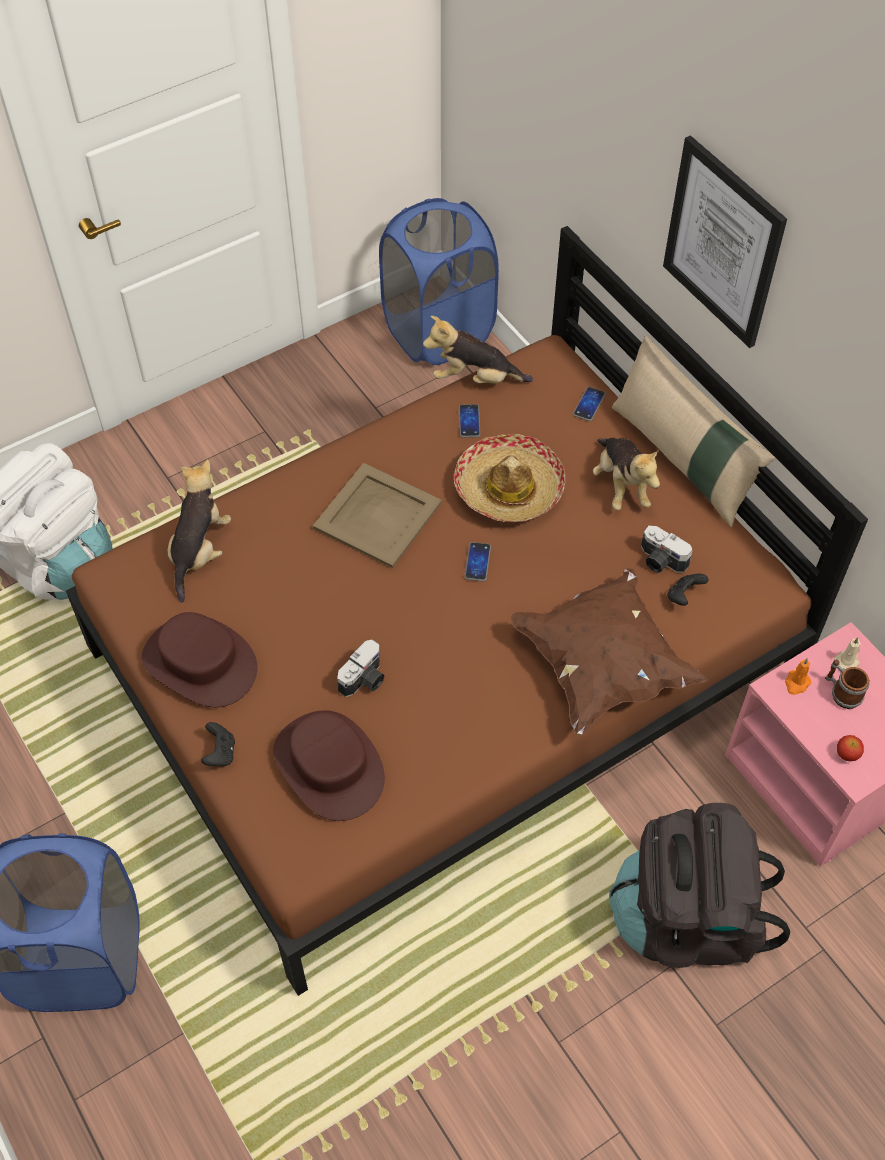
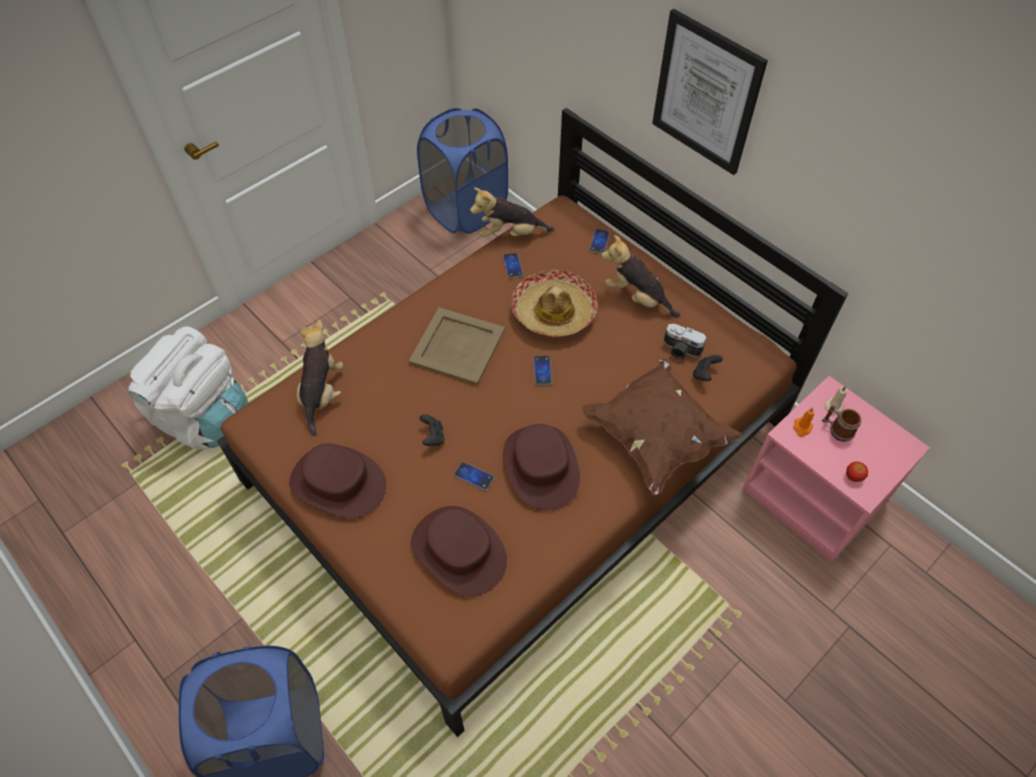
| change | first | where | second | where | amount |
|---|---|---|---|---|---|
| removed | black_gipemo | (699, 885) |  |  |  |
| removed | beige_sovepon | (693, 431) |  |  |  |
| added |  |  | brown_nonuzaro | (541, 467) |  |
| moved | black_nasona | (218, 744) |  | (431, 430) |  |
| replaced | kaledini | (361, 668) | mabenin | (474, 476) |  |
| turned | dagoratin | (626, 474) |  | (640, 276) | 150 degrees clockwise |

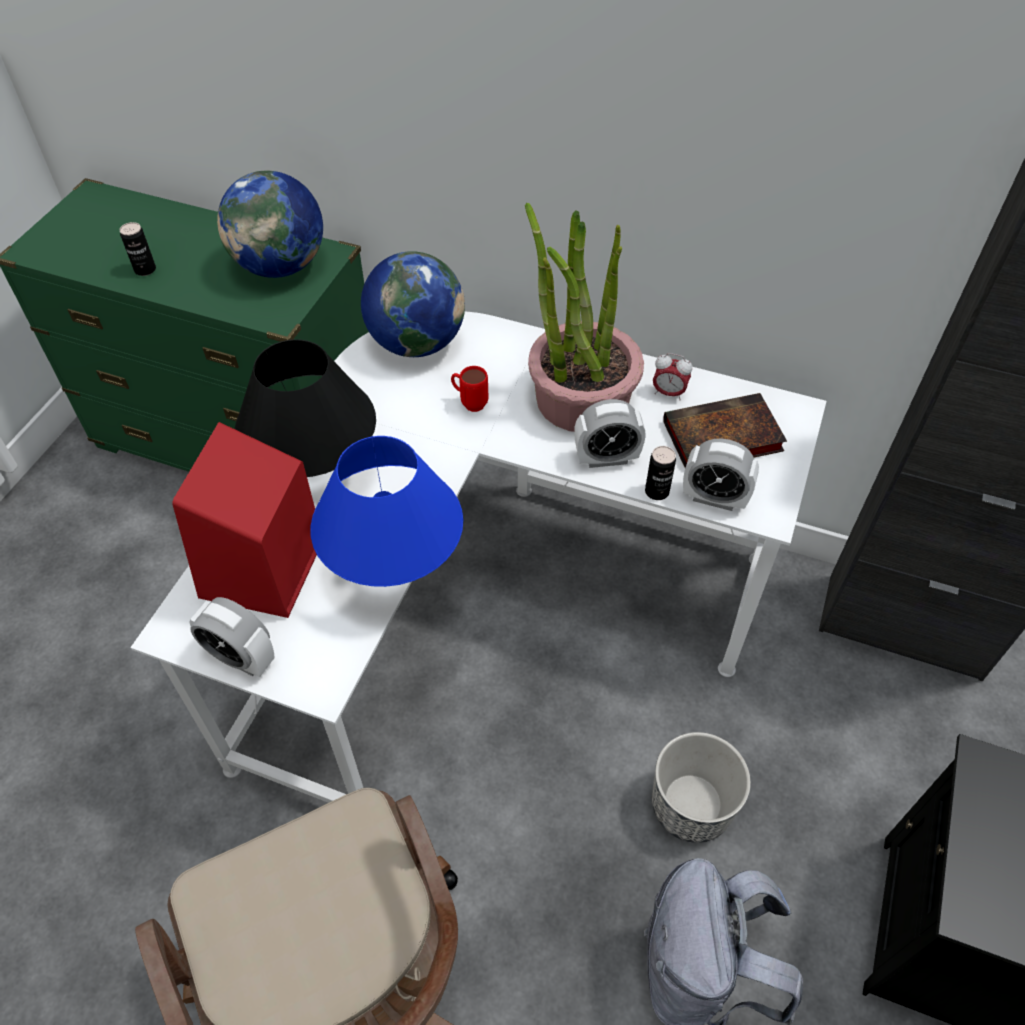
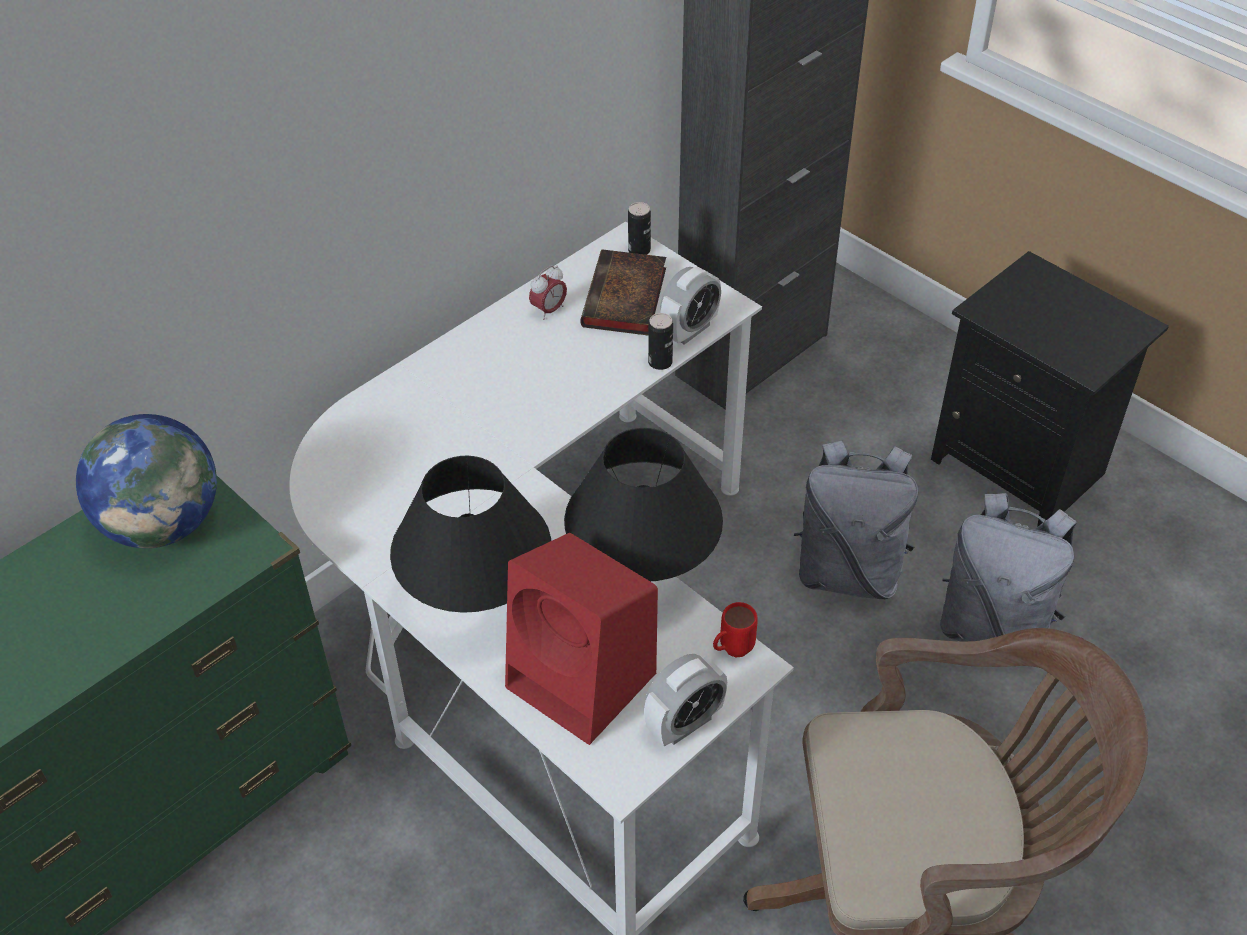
| change | first | where | second | where | amount |
|---|---|---|---|---|---|
| removed | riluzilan | (413, 304) |  |  |  |
| removed | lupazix | (584, 317) |  |  |  |
| removed | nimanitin | (610, 433) |  |  |  |
| moved | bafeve | (138, 249) |  | (639, 228) |  |
| moved | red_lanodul | (469, 389) |  | (735, 629) |  |
| replaced | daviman | (701, 787) | grey_gipemo | (856, 519) |  |
| recoloured | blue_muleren | (386, 511) | black_muleren | (643, 504) |  |

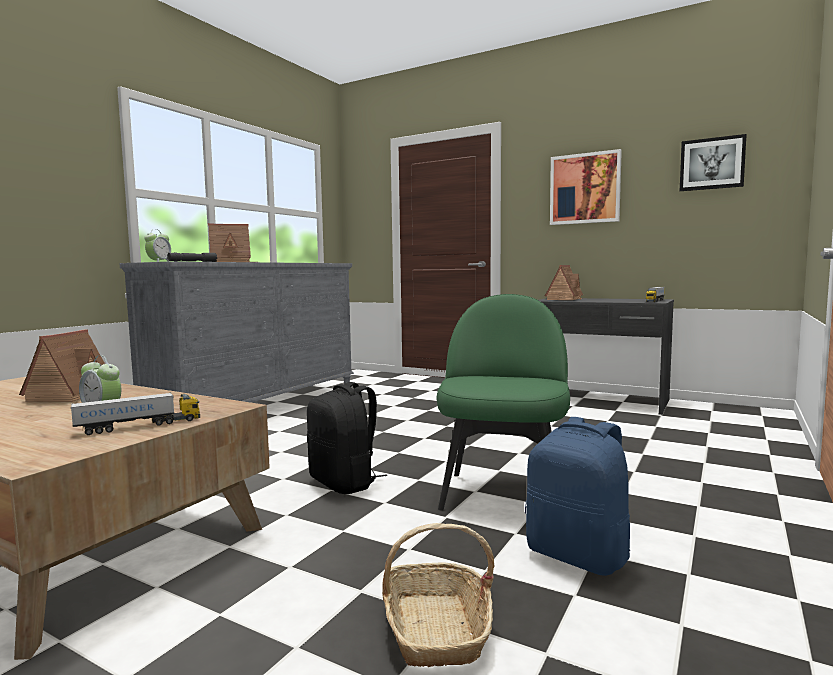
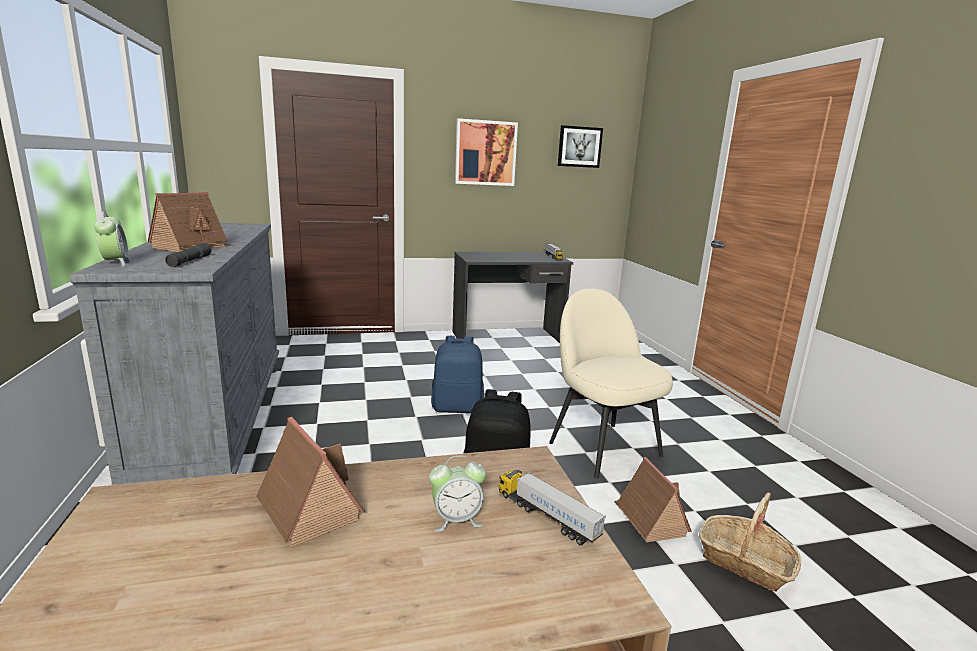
| change | first | where | second | where | amount |
|---|---|---|---|---|---|
| moved | blue_gipemo | (577, 496) |  | (457, 374) |  |
| moved | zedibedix | (564, 282) |  | (653, 500) |  |
| recoloured | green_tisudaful | (503, 402) | beige_tisudaful | (611, 383) |  |
| turned | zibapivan | (135, 414) |  | (552, 508) | 60 degrees counterclockwise |

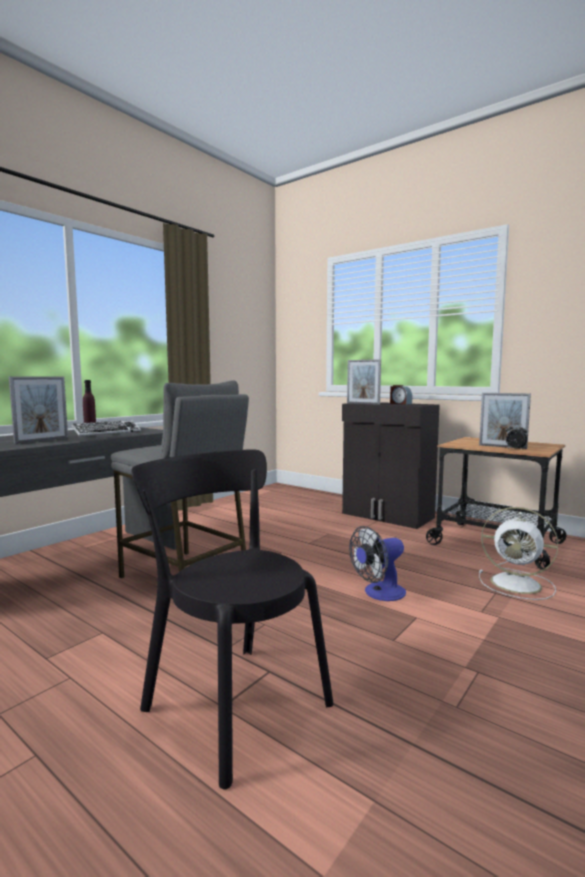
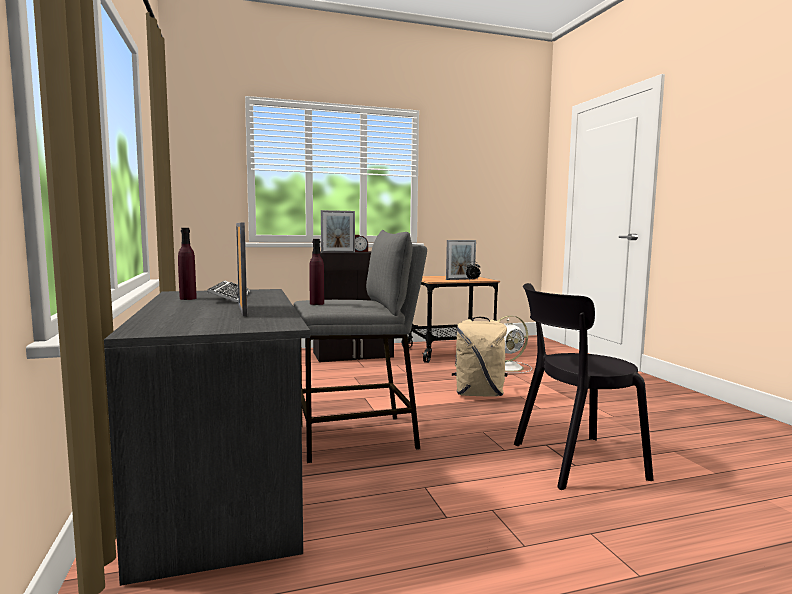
| change | first | where | second | where | amount |
|---|---|---|---|---|---|
| added |  |  | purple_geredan | (316, 272) |  |
| replaced | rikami | (377, 563) | beige_gipemo | (480, 356) |  |

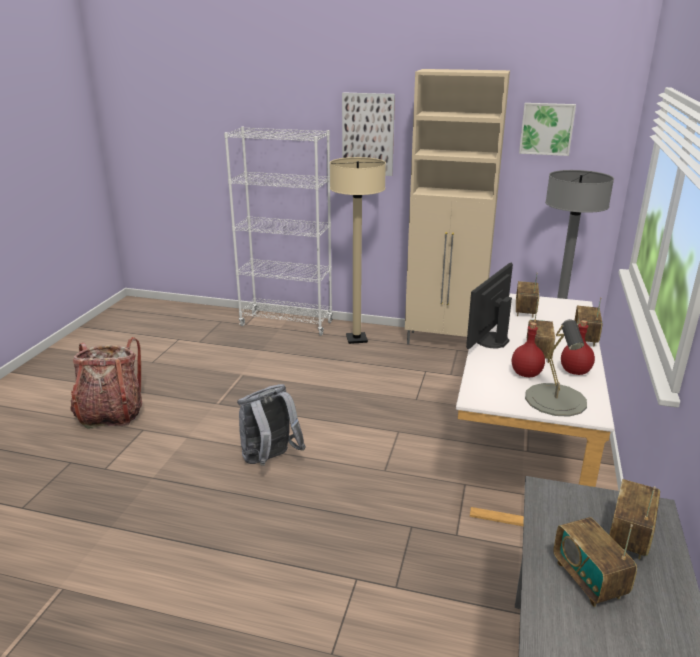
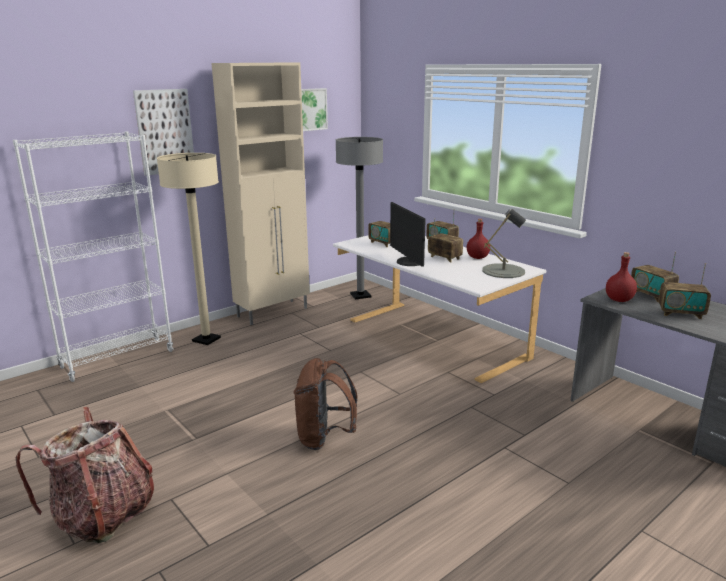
| change | first | where | second | where | amount |
|---|---|---|---|---|---|
| moved | red_geredan | (528, 349) |  | (621, 277) |  |
| recoloured | grey_gipemo | (271, 425) | brown_gipemo | (325, 404) |  |

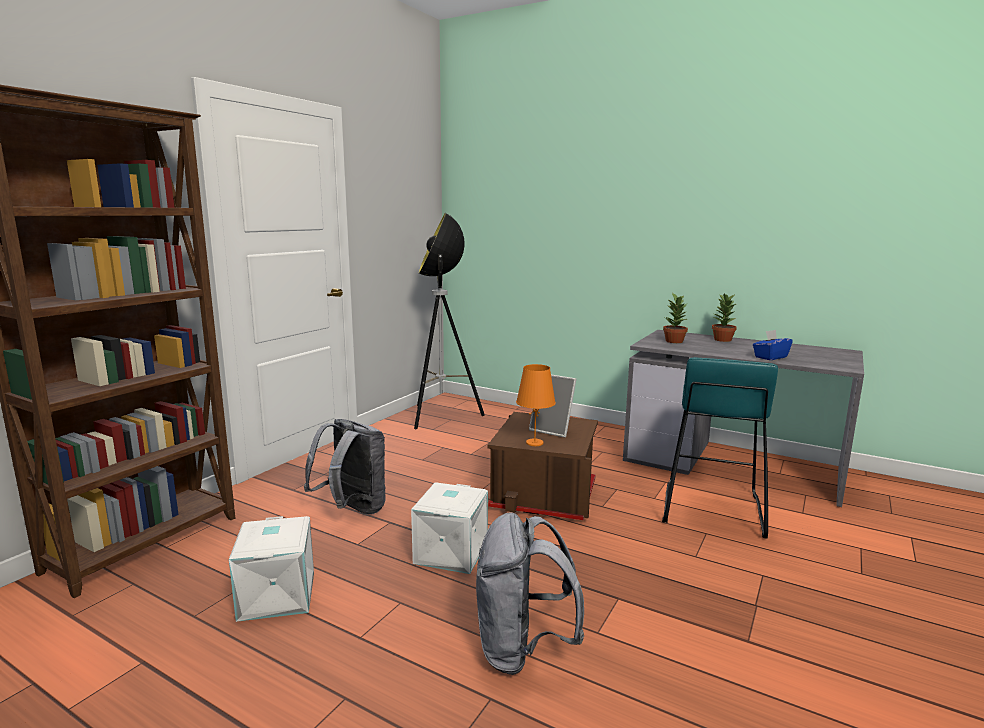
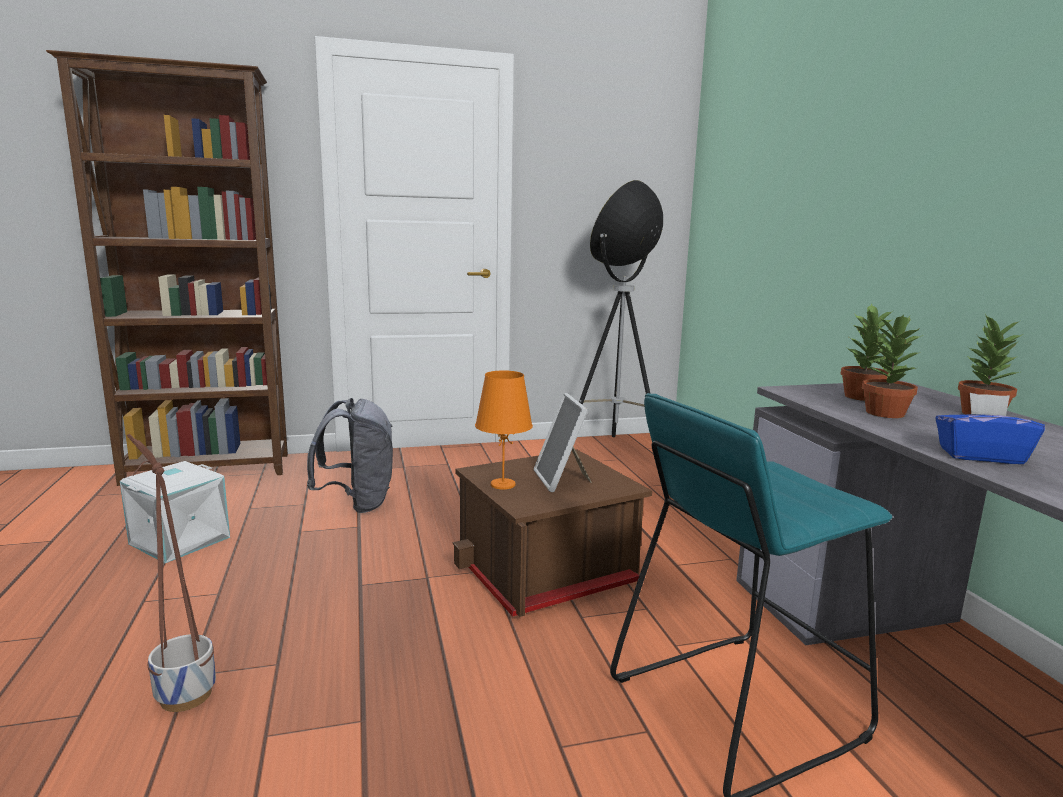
| change | first | where | second | where | amount |
|---|---|---|---|---|---|
| removed | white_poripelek | (449, 528) |  |  |  |
| added |  |  | lupazix | (892, 366) |  |
| replaced | grey_gipemo | (530, 594) | daviman | (171, 573) |  |

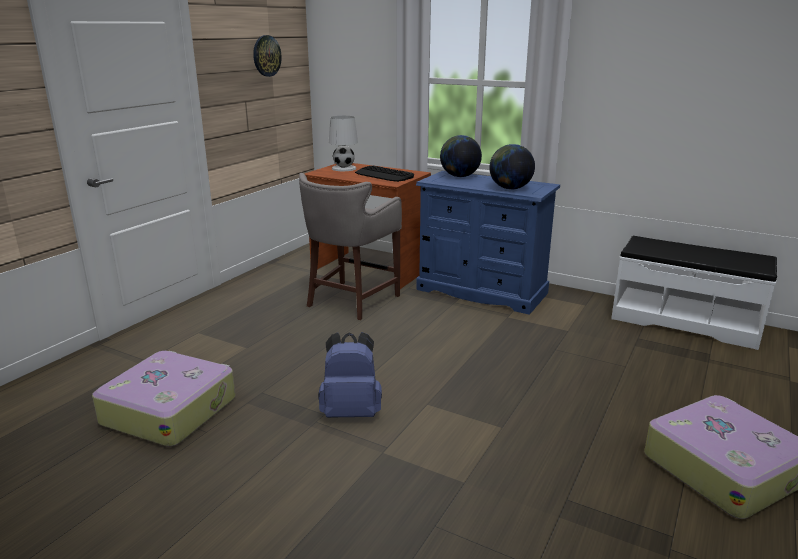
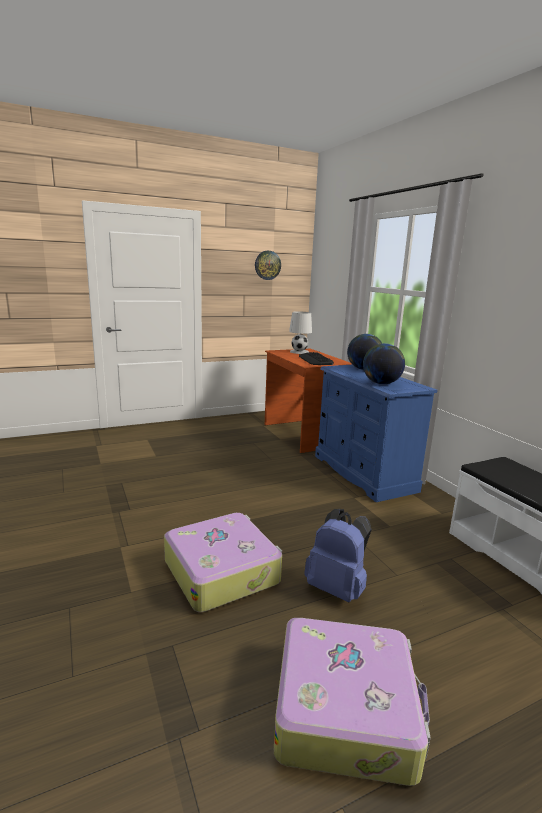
| change | first | where | second | where | amount |
|---|---|---|---|---|---|
| removed | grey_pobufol | (350, 246) |  |  |  |
| moved | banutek | (164, 399) |  | (223, 562) |  |
| moved | blue_gipemo | (350, 375) |  | (338, 555) |  |

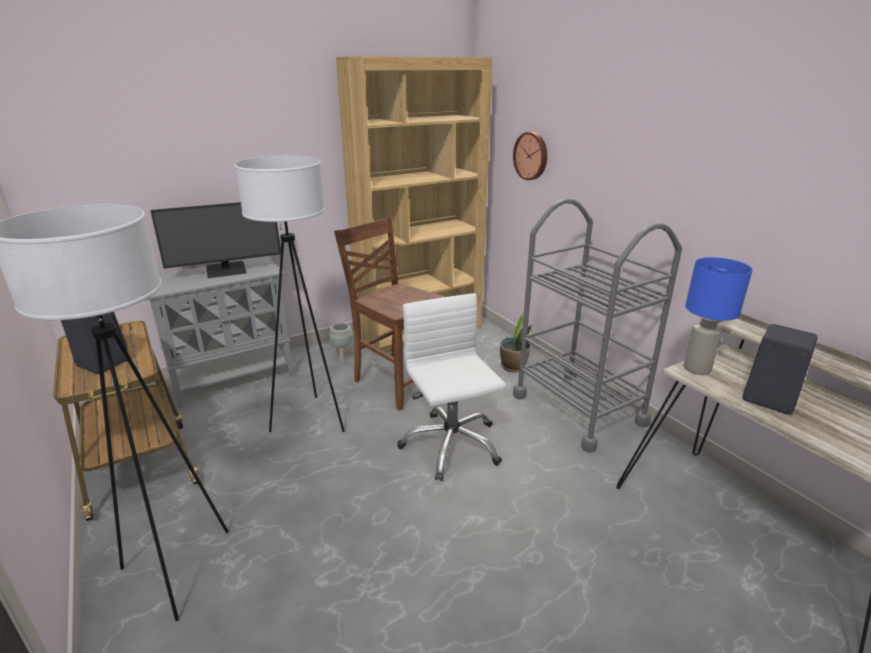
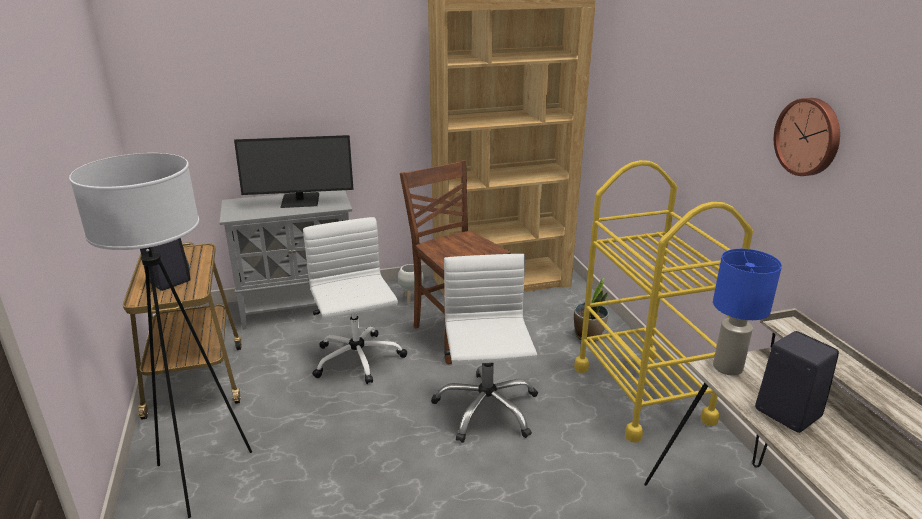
| change | first | where | second | where | amount |
|---|---|---|---|---|---|
| moved | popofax | (530, 156) |  | (807, 137) |  |
| replaced | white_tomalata | (289, 294) | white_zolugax | (355, 300) |  |
| recoloured | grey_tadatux | (597, 326) | yellow_tadatux | (663, 301) |  |

